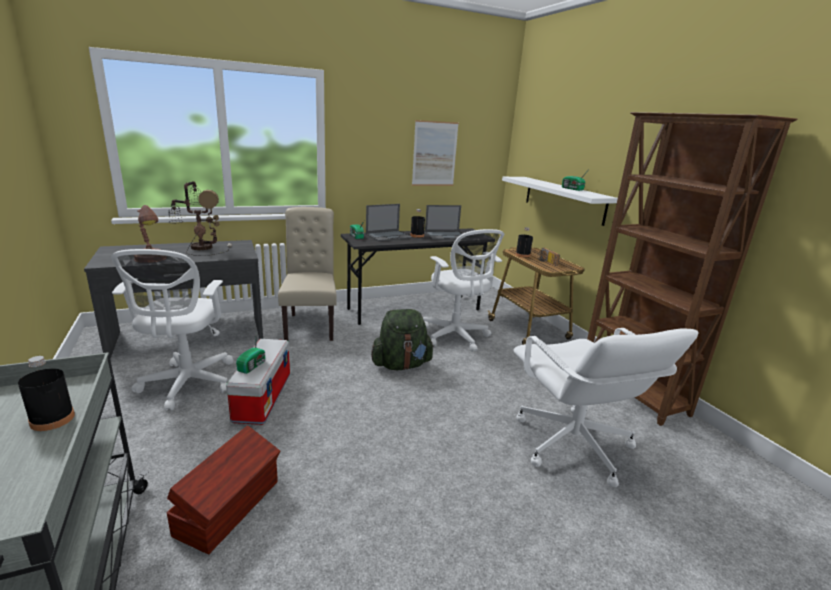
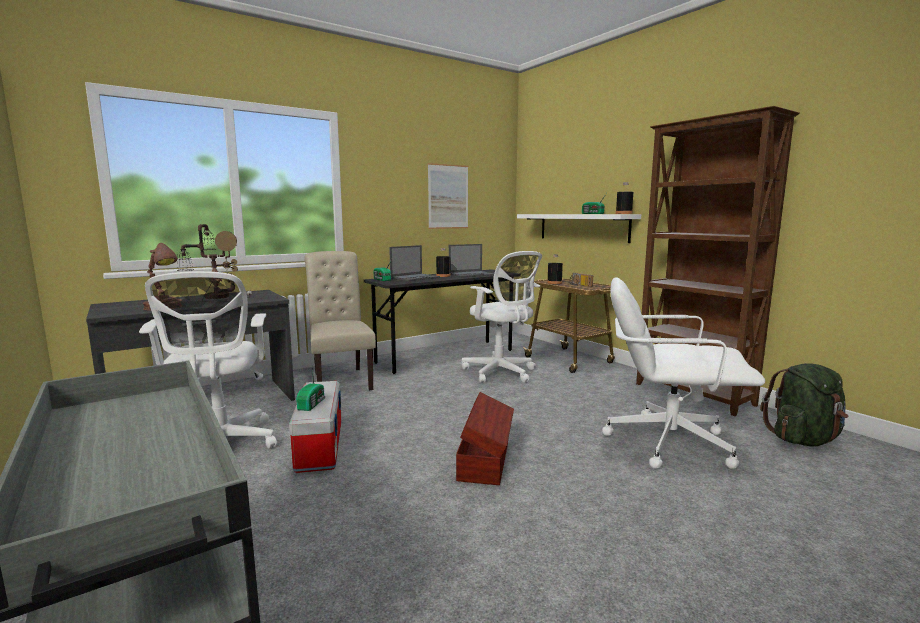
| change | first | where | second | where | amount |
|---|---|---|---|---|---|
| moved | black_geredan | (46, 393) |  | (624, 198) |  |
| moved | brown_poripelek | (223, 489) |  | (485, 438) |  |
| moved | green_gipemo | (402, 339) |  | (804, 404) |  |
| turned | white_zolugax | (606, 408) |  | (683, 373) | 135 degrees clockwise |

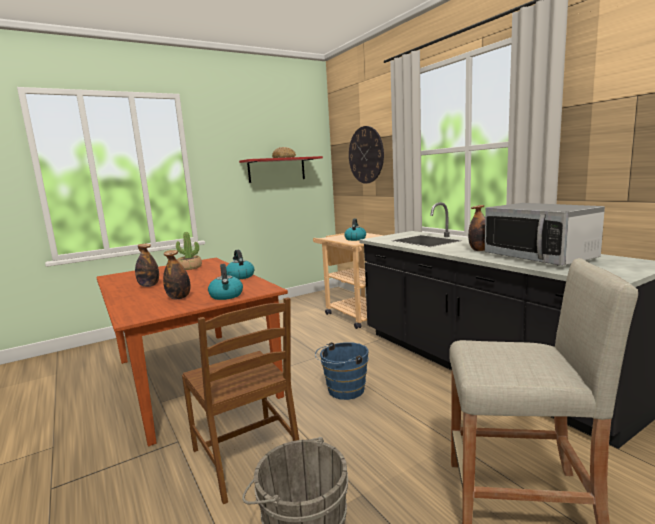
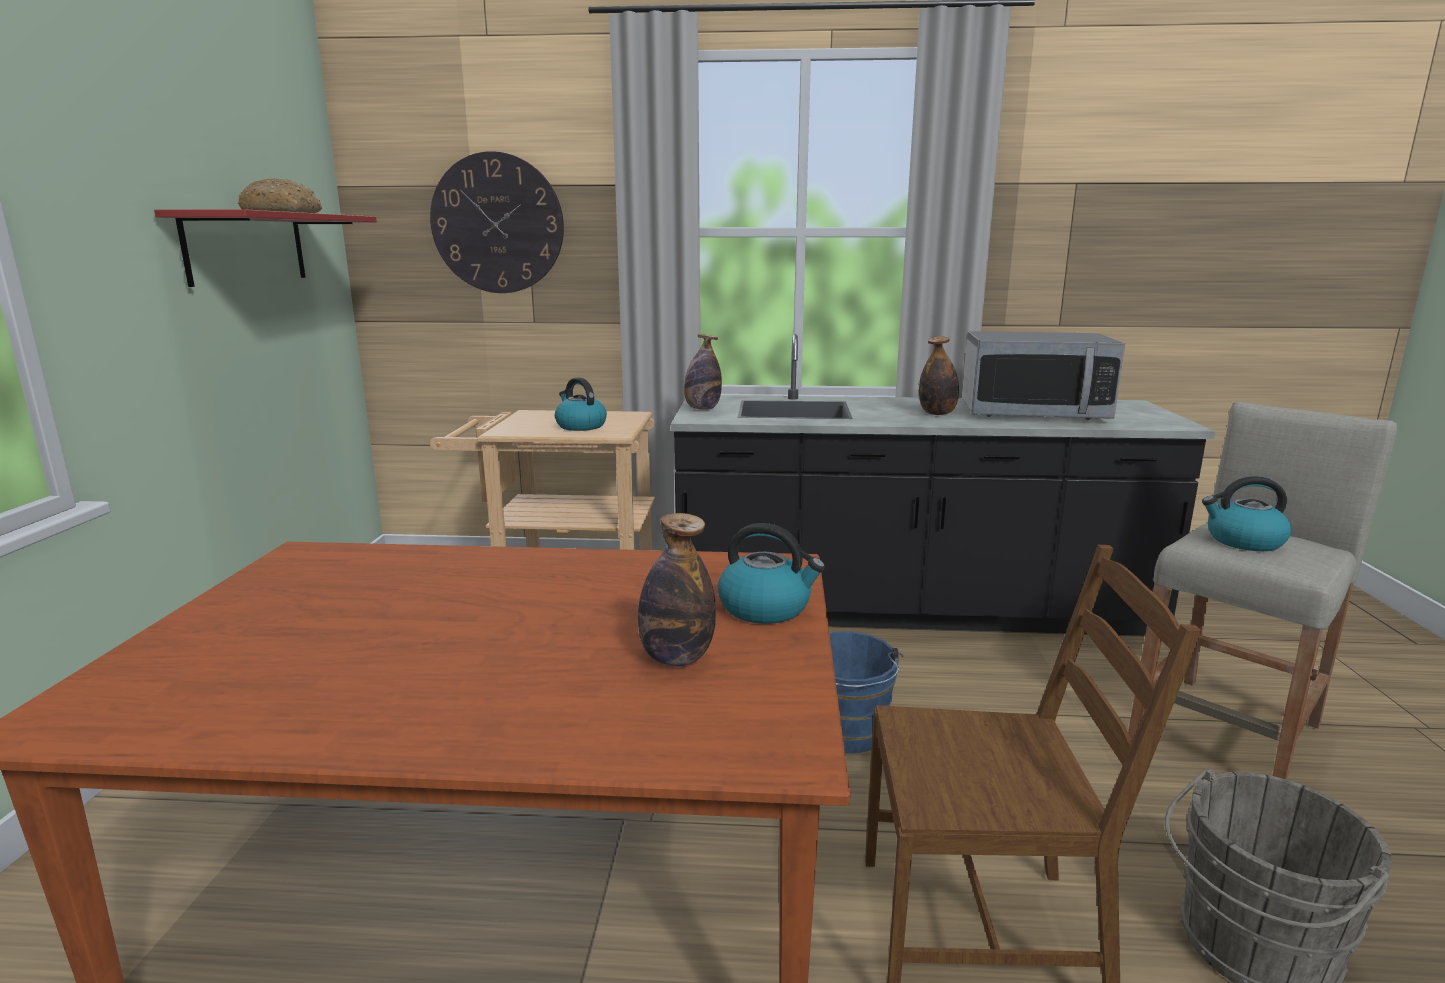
| change | first | where | second | where | amount |
|---|---|---|---|---|---|
| removed | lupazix | (189, 251) |  |  |  |
| moved | geredan | (147, 265) |  | (703, 372) |  |
| moved | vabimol | (240, 265) |  | (1246, 513) |  |

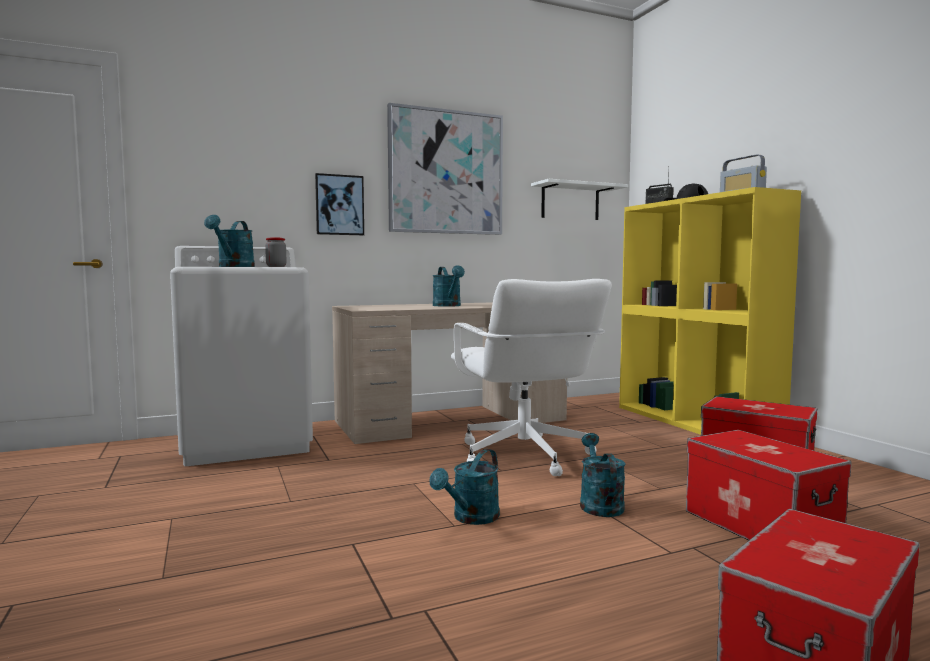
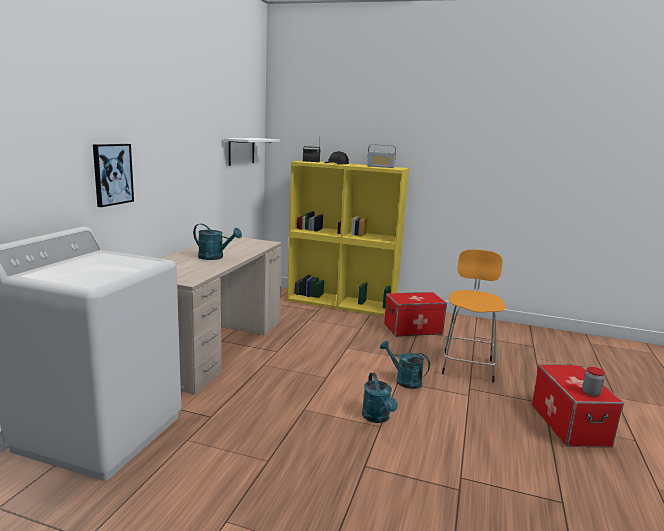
| change | first | where | second | where | amount |
|---|---|---|---|---|---|
| removed | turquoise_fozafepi | (229, 241) |  |  |  |
| removed | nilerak | (445, 169) |  |  |  |
| removed | white_zolugax | (531, 377) |  |  |  |
| moved | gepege | (275, 252) |  | (593, 382) |  |
| replaced | poripelek | (769, 485) | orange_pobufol | (474, 316) |  |

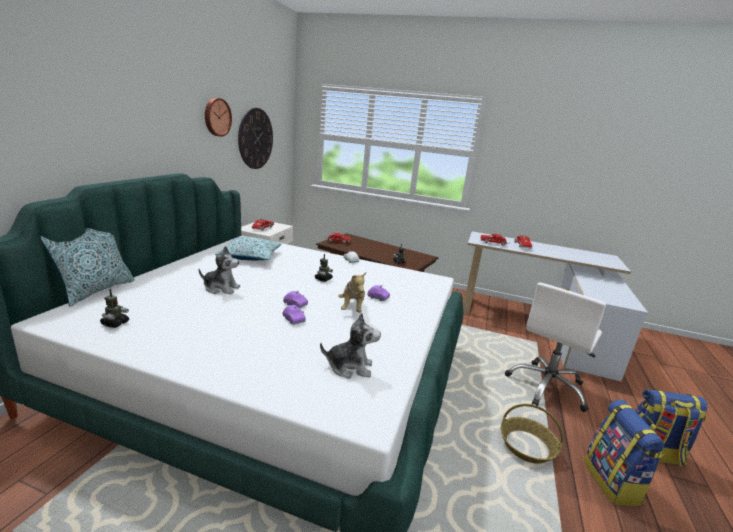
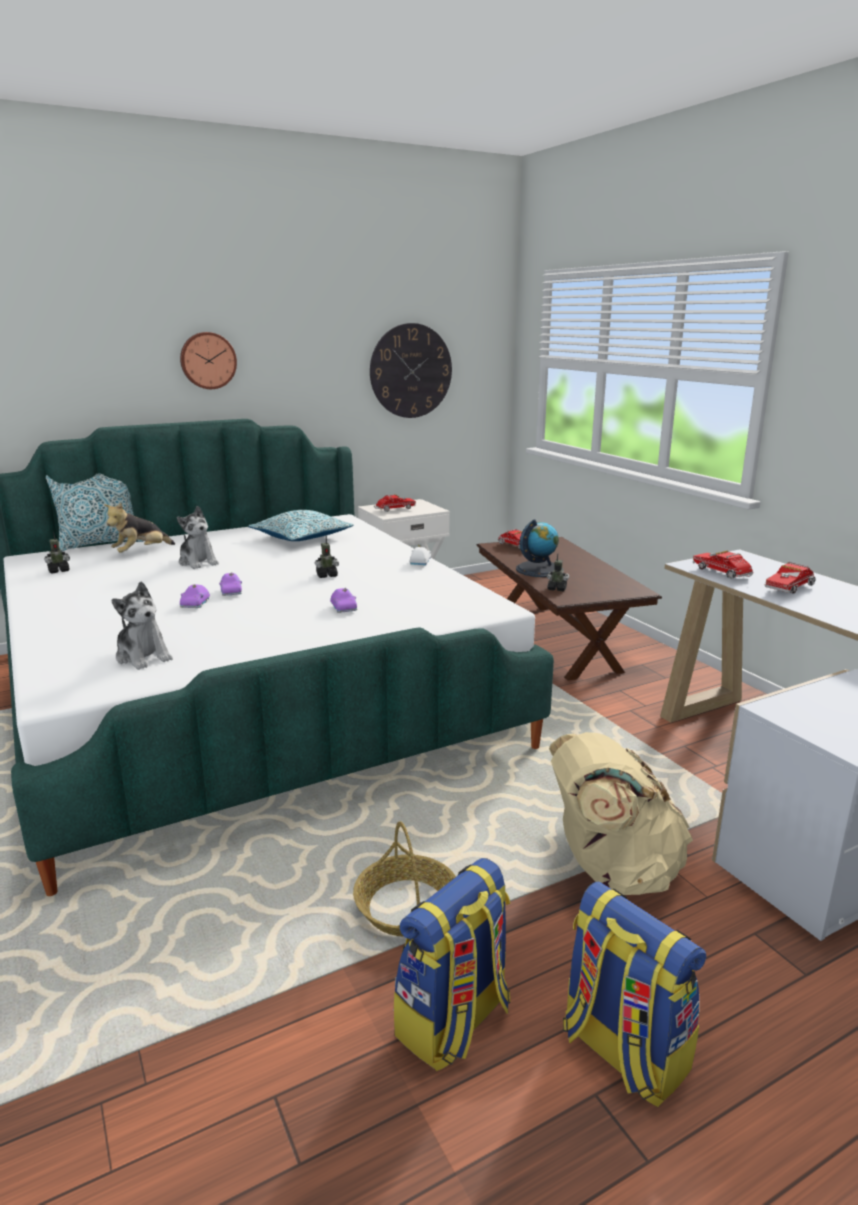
| change | first | where | second | where | amount |
|---|---|---|---|---|---|
| added |  |  | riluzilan | (539, 548) |  |
| moved | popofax | (218, 117) |  | (208, 360) |  |
| moved | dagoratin | (352, 292) |  | (139, 528) |  |
| replaced | white_zolugax | (555, 347) | beige_gipemo | (621, 813) |  |

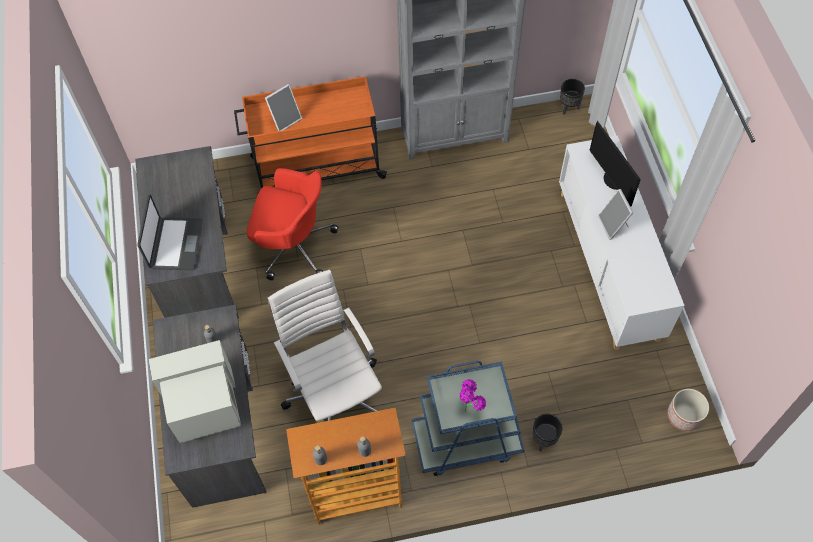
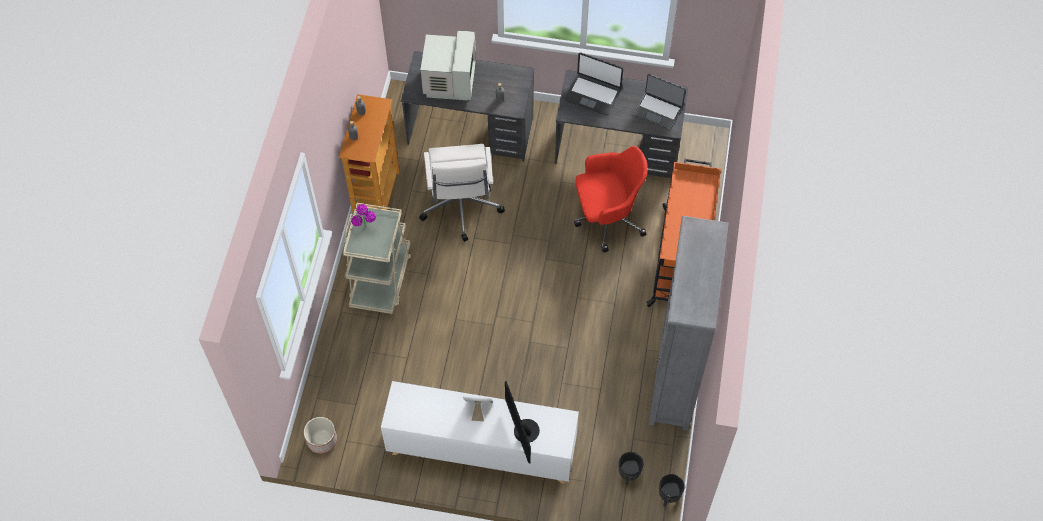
| change | first | where | second | where | amount |
|---|---|---|---|---|---|
| removed | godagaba | (283, 107) |  |  |  |
| added |  |  | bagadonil | (659, 102) |  |
| moved | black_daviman | (548, 433) |  | (630, 468) |  |
| recoloured | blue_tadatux | (468, 418) | beige_tadatux | (377, 258) |  |
| turned | red_zolugax | (292, 224) |  | (611, 199) | 135 degrees counterclockwise |
| turned | white_zolugax | (325, 345) |  | (462, 193) | 90 degrees clockwise |
| turned | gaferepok | (615, 164) |  | (522, 422) | 105 degrees counterclockwise |

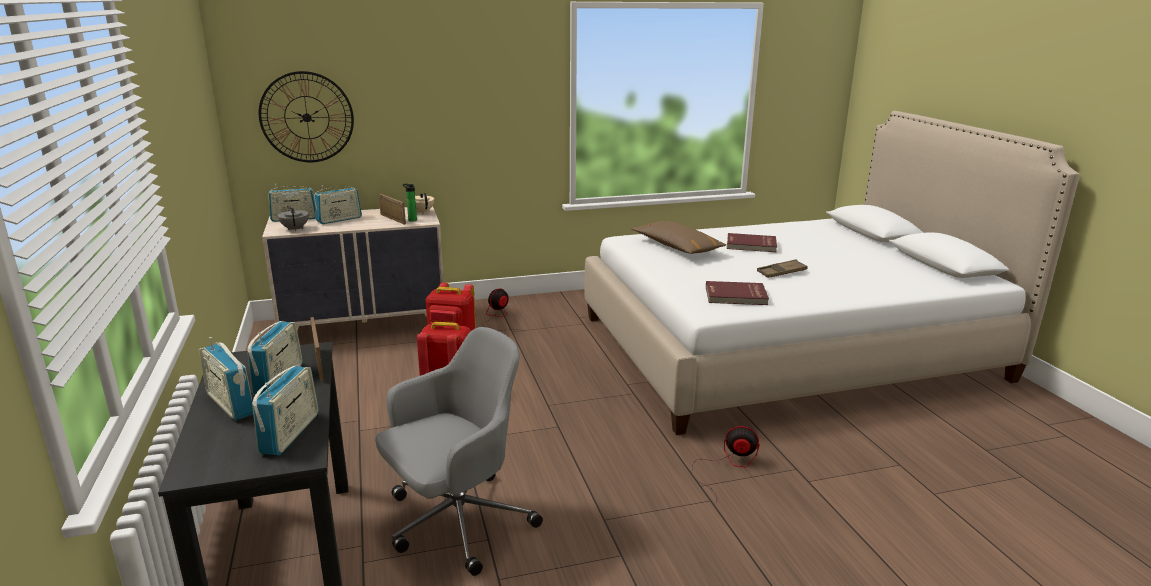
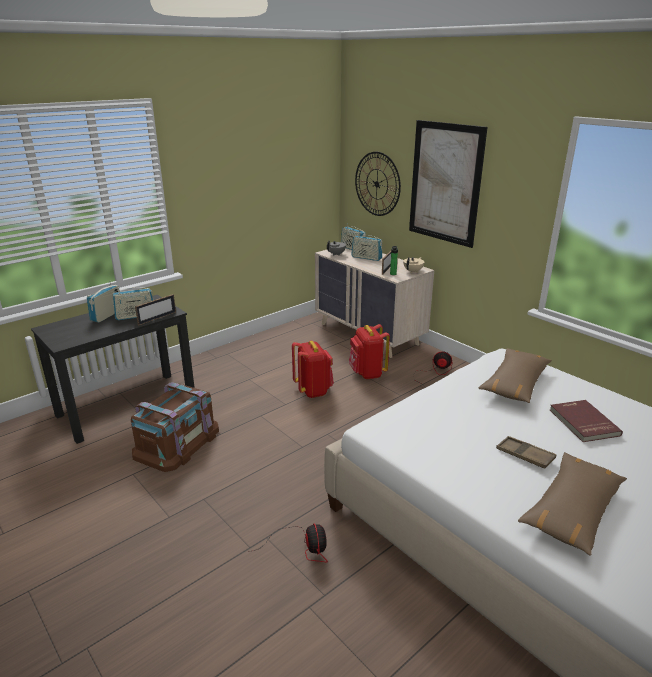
| change | first | where | second | where | amount |
|---|---|---|---|---|---|
| removed | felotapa | (285, 410) |  |  |  |
| removed | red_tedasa | (737, 293) |  |  |  |
| added |  |  | nilerak | (448, 184) |  |
| added |  |  | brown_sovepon | (572, 504) |  |
| replaced | grey_zolugax | (459, 451) | brown_poripelek | (175, 427) |  |

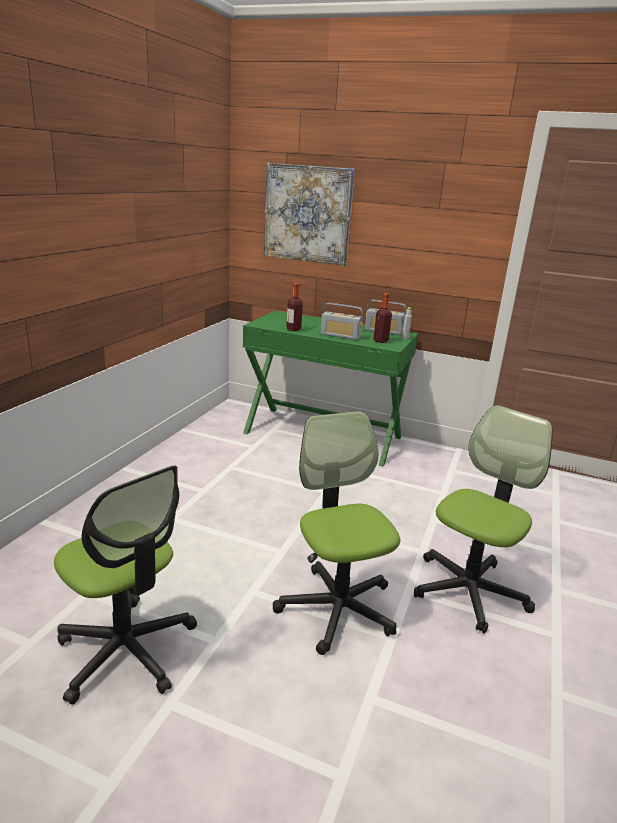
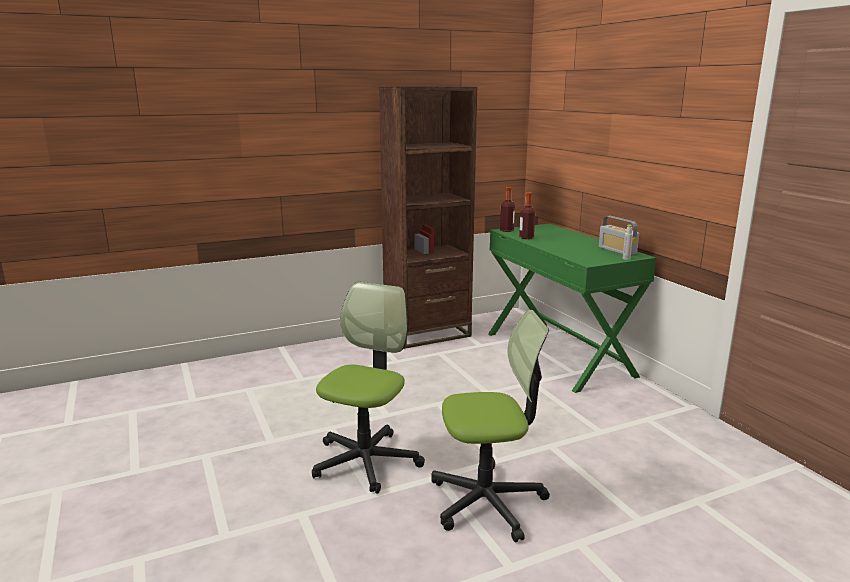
| change | first | where | second | where | amount |
|---|---|---|---|---|---|
| removed | zolugax | (125, 585) |  |  |  |
| removed | nilerak | (309, 214) |  |  |  |
| removed | felotapa | (342, 321) |  |  |  |
| added |  |  | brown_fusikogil | (428, 218) |  |
| moved | geredan | (382, 318) |  | (507, 209) |  |

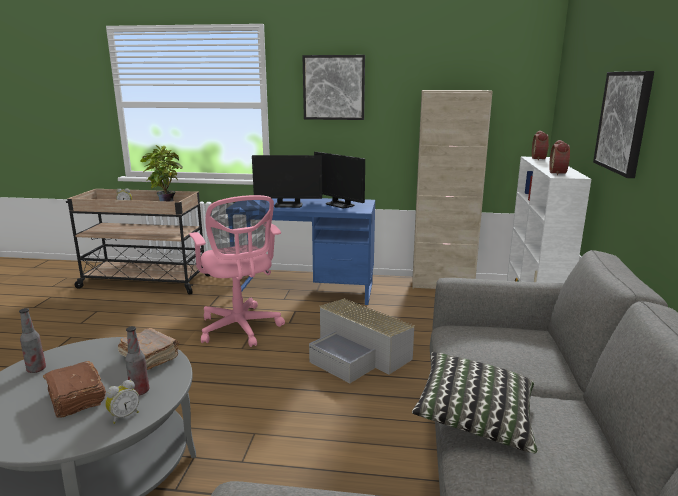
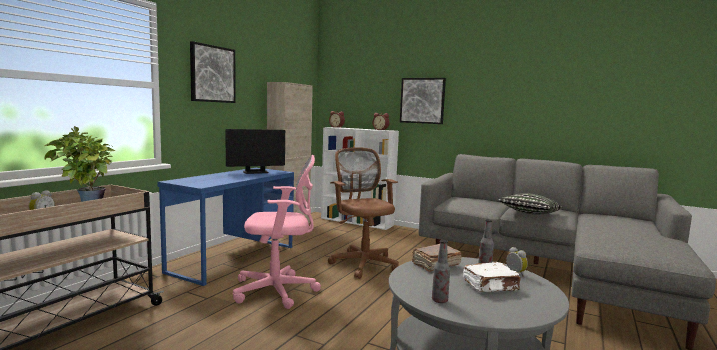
| change | first | where | second | where | amount |
|---|---|---|---|---|---|
| removed | gaferepok | (287, 181) |  |  |  |
| replaced | grey_poripelek | (362, 340) | brown_zolugax | (363, 213) |  |
| recoloured | brown_tedasa | (74, 389) | white_tedasa | (492, 277) |  |

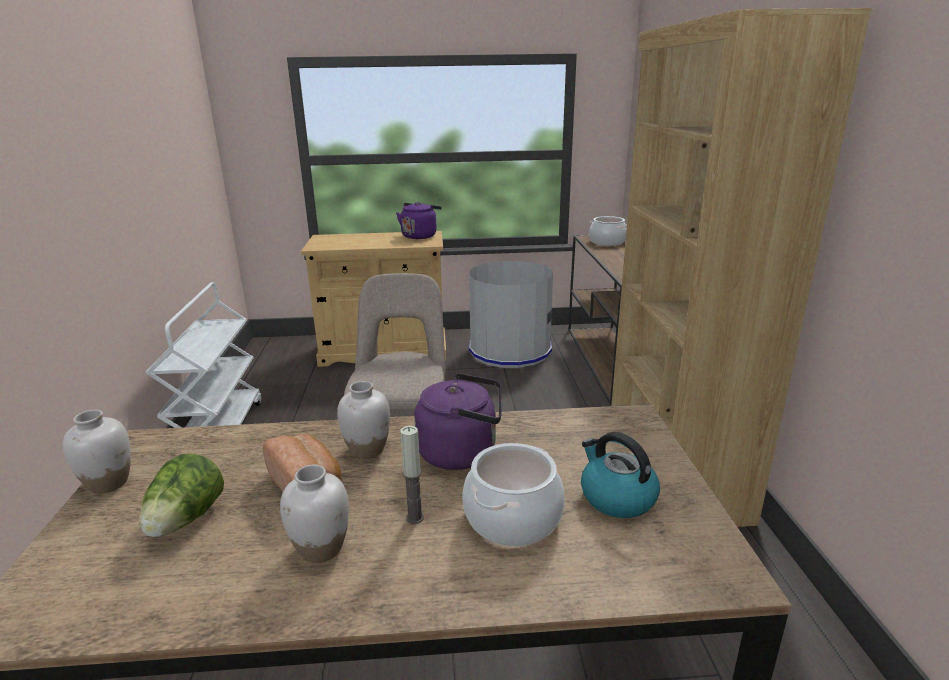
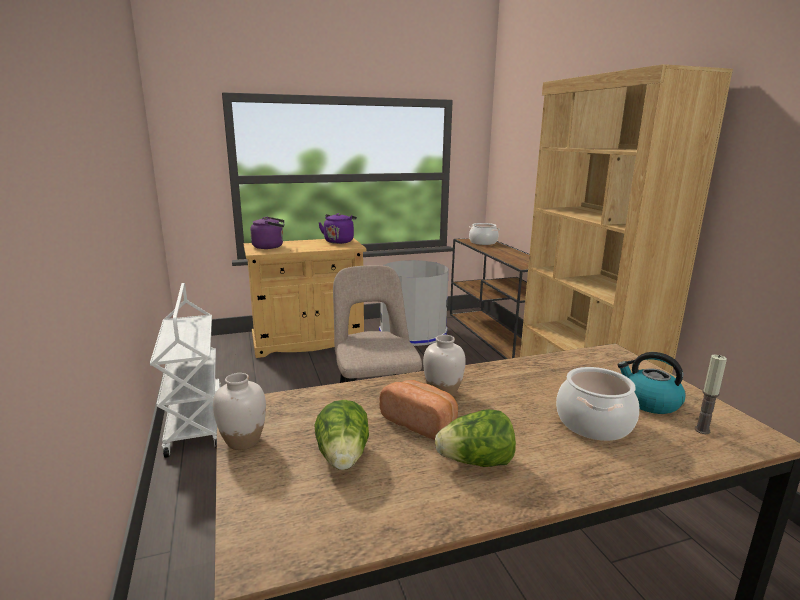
| change | first | where | second | where | amount |
|---|---|---|---|---|---|
| moved | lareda | (412, 475) |  | (710, 394) |  |
| moved | purple_vabimol | (458, 421) |  | (267, 233) |  |
| replaced | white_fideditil | (314, 514) | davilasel | (475, 438) |  |

